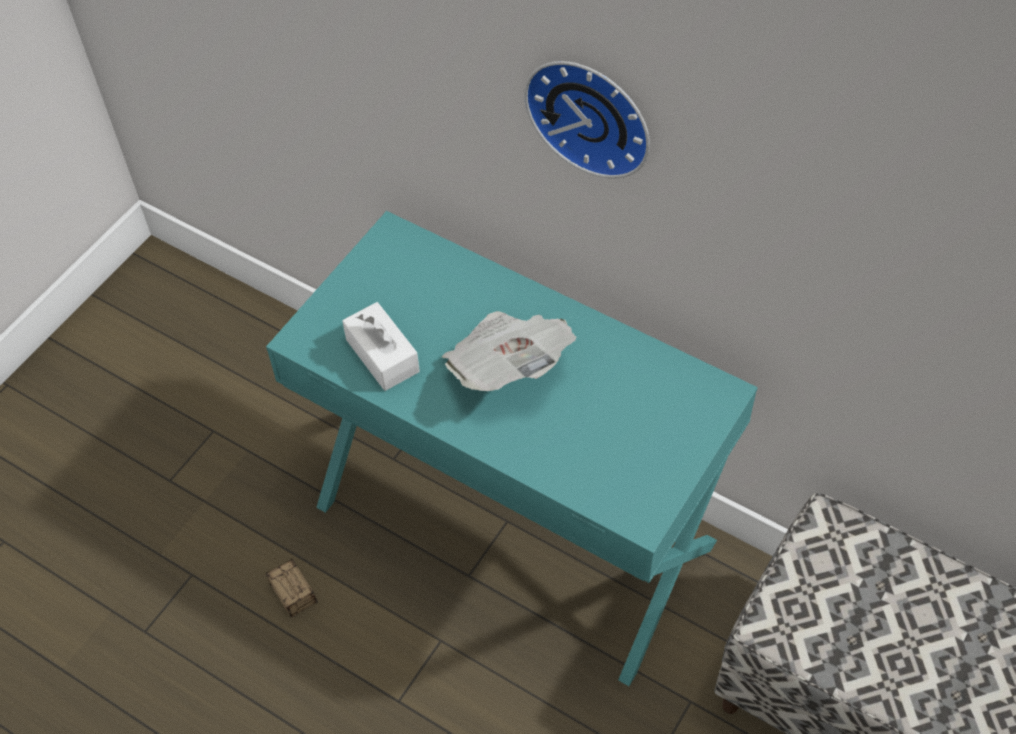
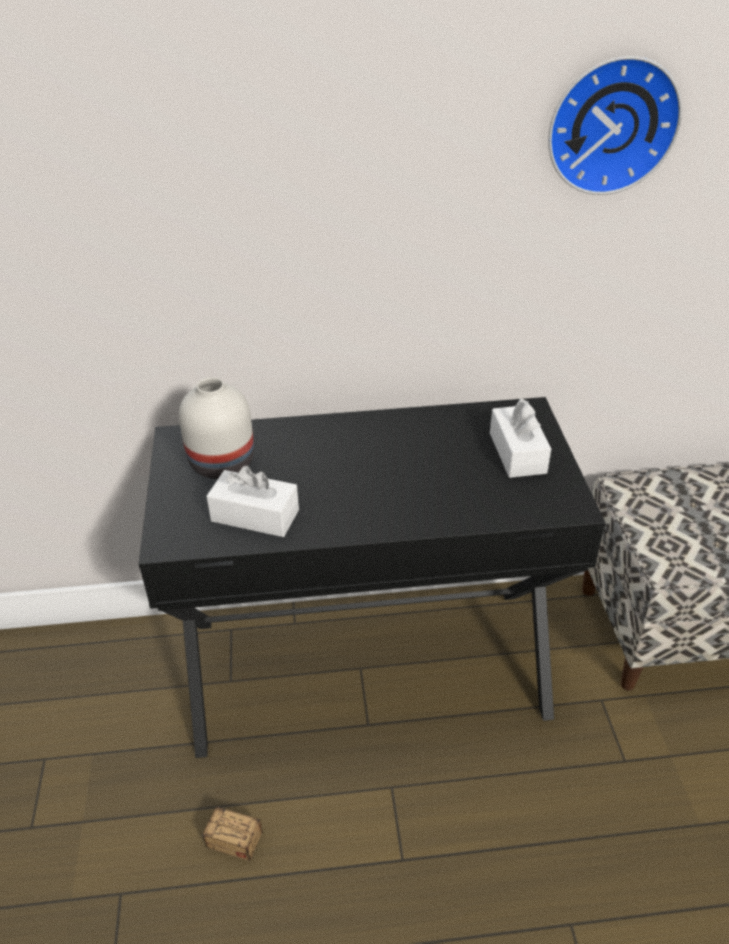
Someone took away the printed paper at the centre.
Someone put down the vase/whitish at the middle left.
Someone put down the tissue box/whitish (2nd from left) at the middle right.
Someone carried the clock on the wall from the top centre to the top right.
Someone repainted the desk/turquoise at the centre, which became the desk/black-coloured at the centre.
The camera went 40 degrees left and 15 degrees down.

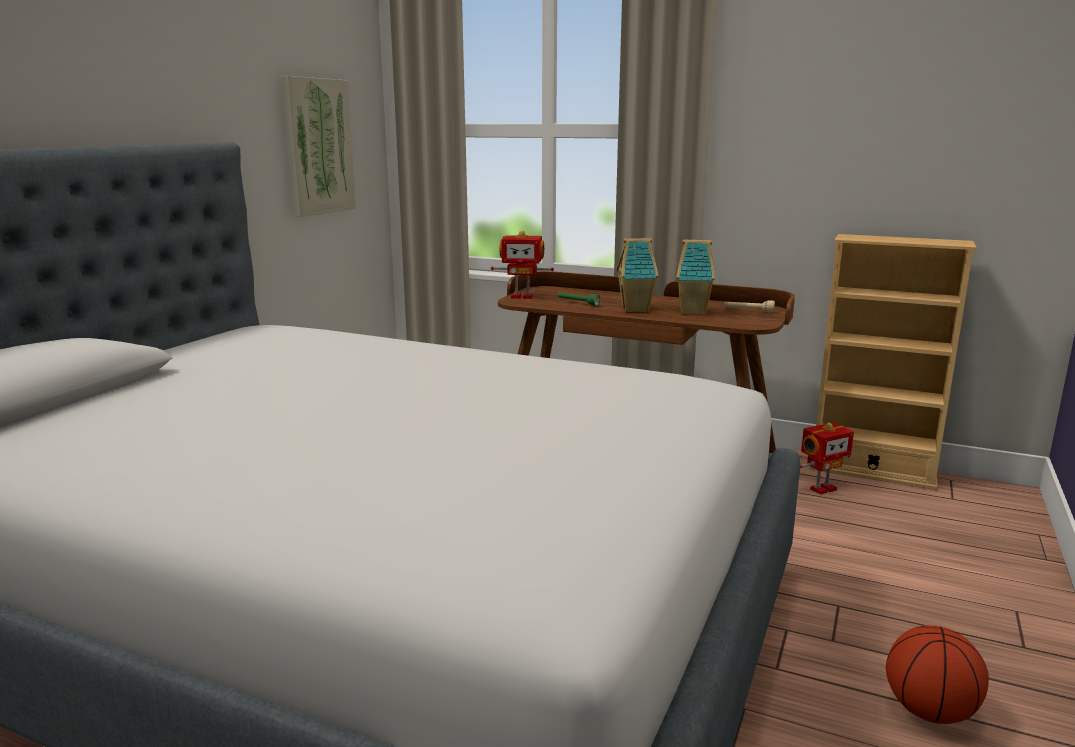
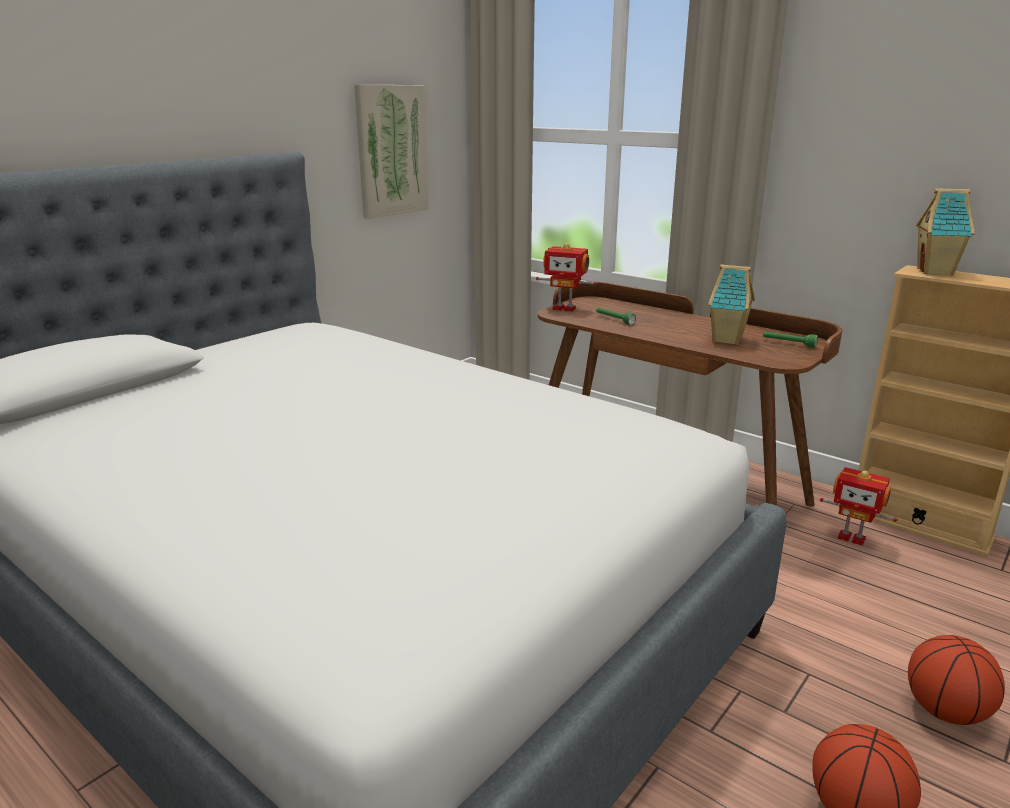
Someone put down the basketball ball (2nd from left) at the bottom right.
Someone carried the toy house (1st from left in the first image) from the centre to the top right.
Someone repainted the torch/beige at the middle right, which became the torch/green-coloured (2nd from left) at the middle right.
Someone rotated the robot figure (2nd from left) at the middle right by 45 degrees clockwise.
The camera went 15 degrees right and 5 degrees up.

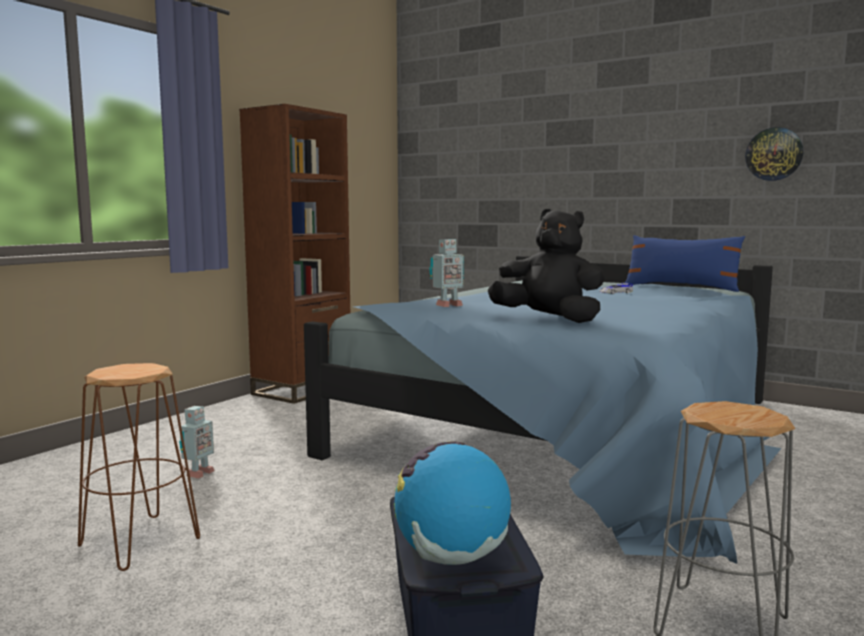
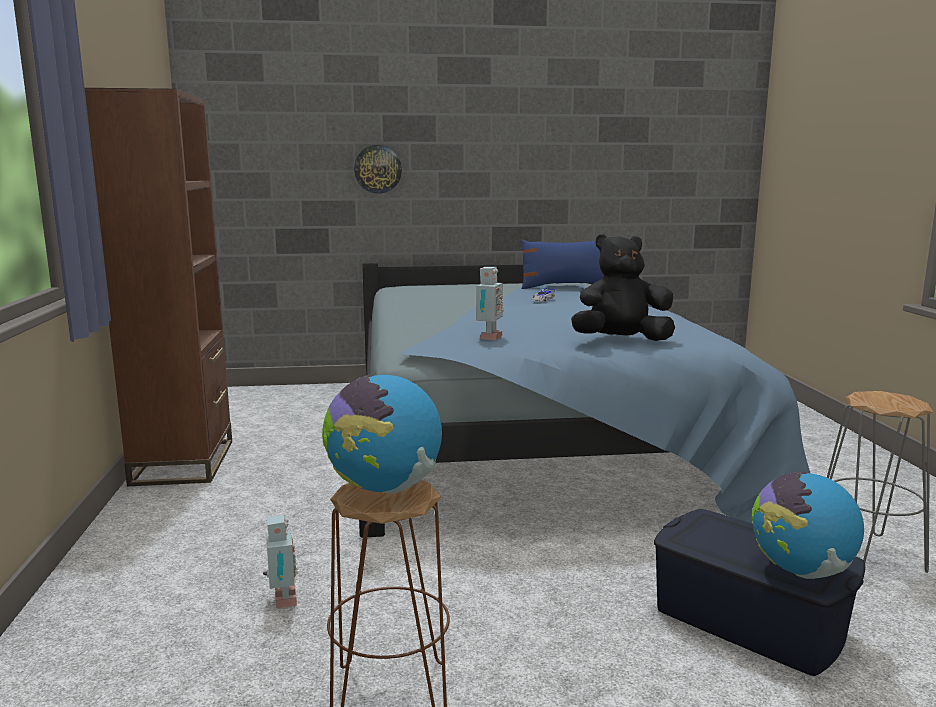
Someone put down the globe (1st from left) at the centre.
Someone carried the clock on the wall from the top right to the top centre.
The camera went 40 degrees left and 5 degrees up.

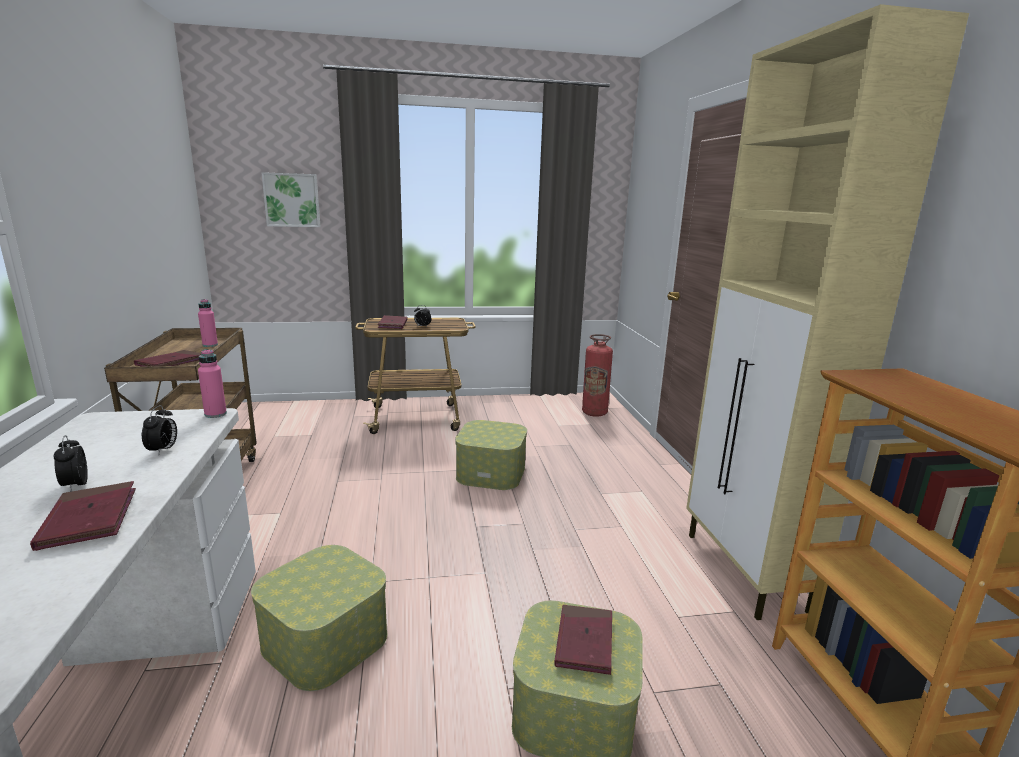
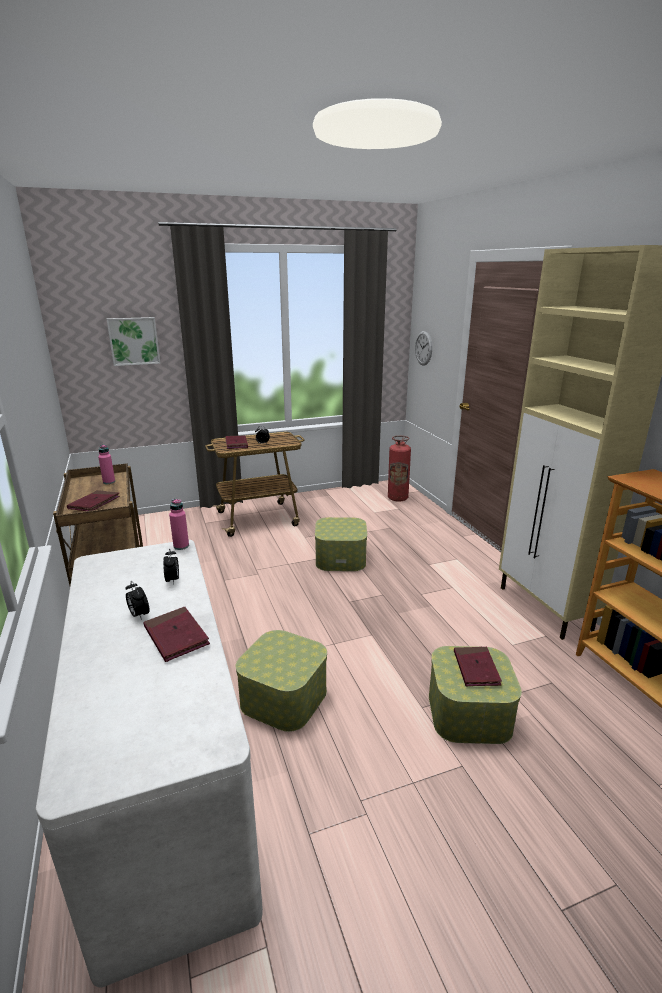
Someone put up the clock on the wall at the centre.
The camera went 10 degrees left and 5 degrees up.

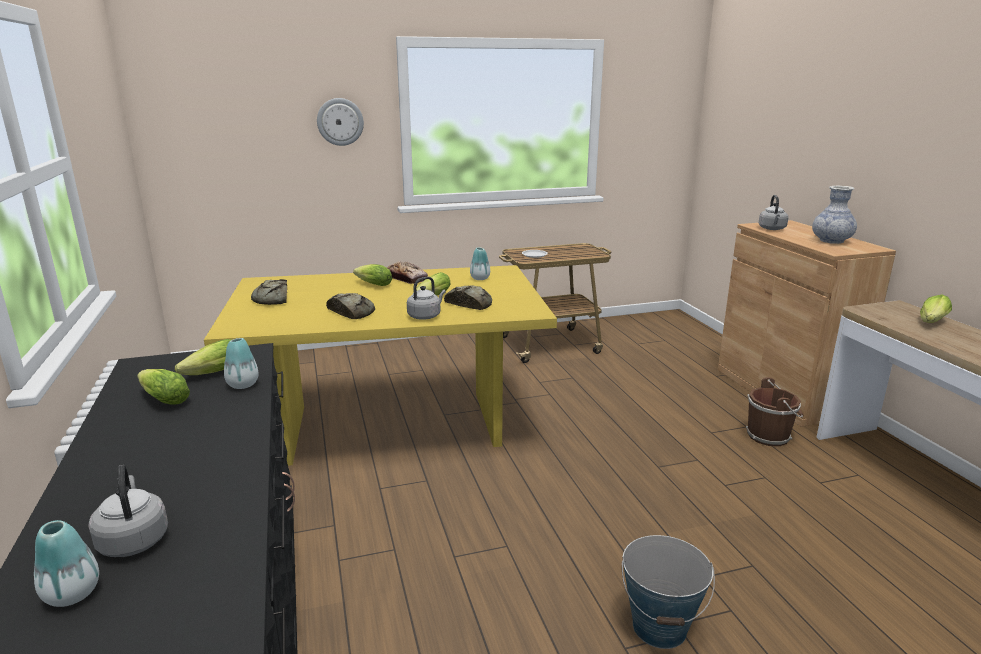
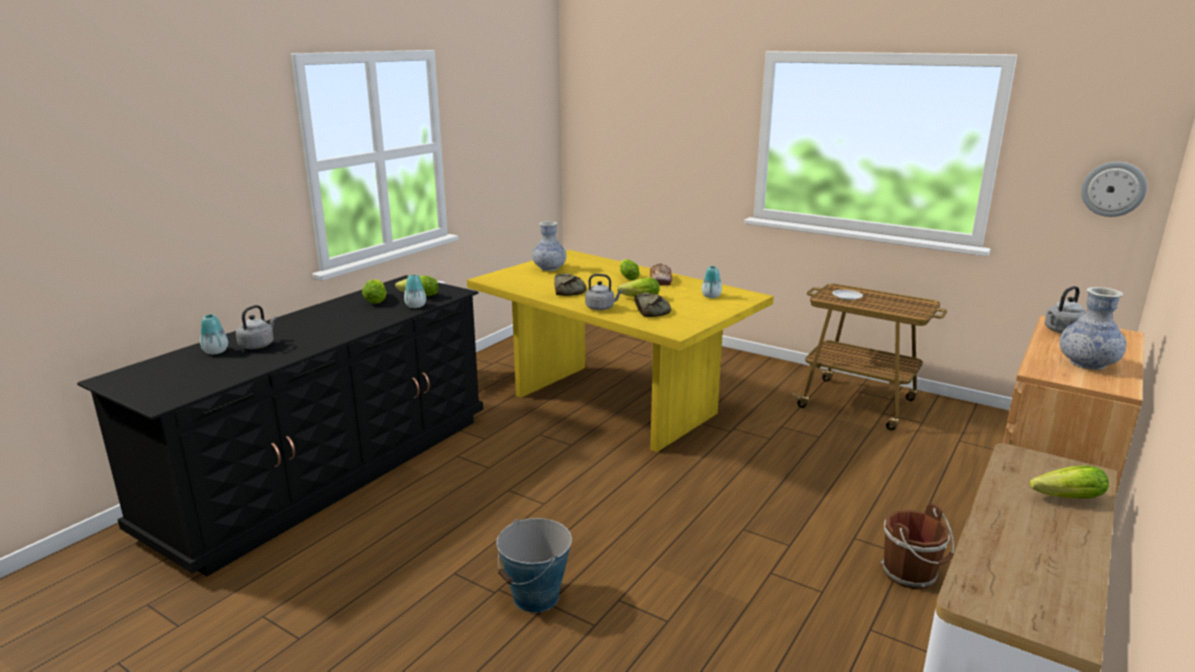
Someone carried the clock on the wall from the top centre to the top right.
Someone swapped the bakery bread (1st from left) at the middle left for the vase (3rd from left) at the centre.
The camera went 50 degrees right and 0 degrees up.

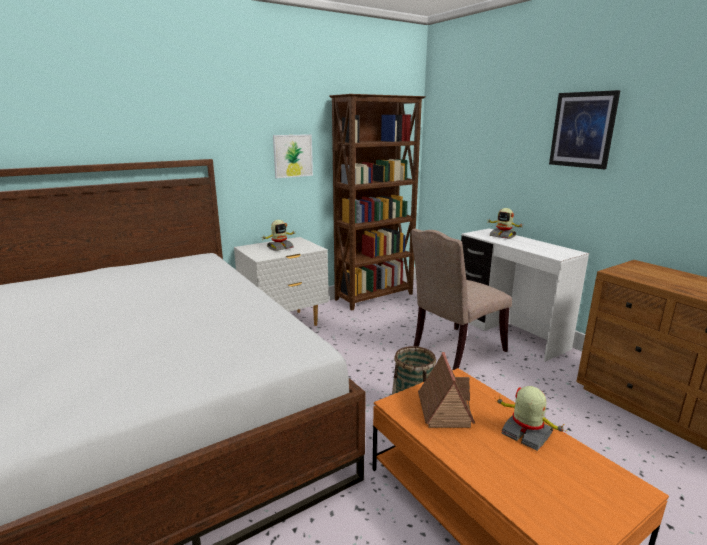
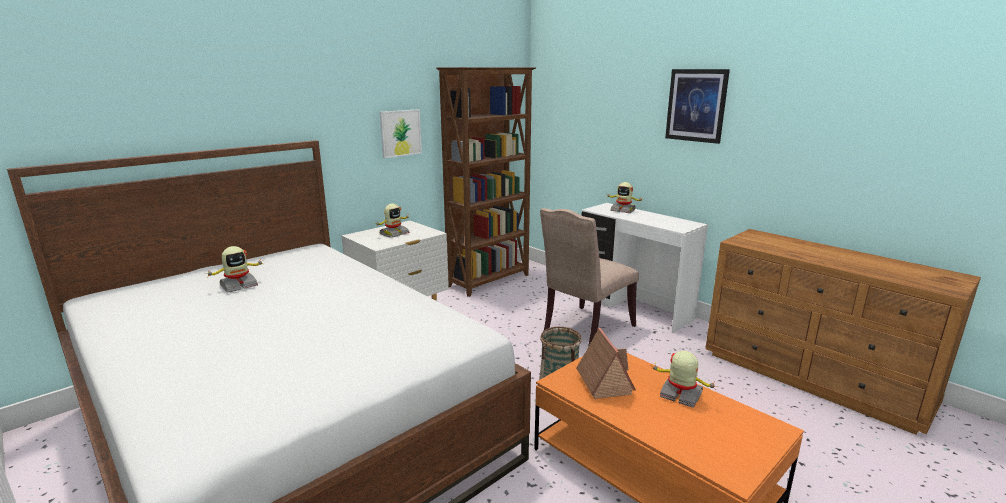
Someone put down the robot figure (1st from left) at the middle left.
The camera went 10 degrees left and 0 degrees up.

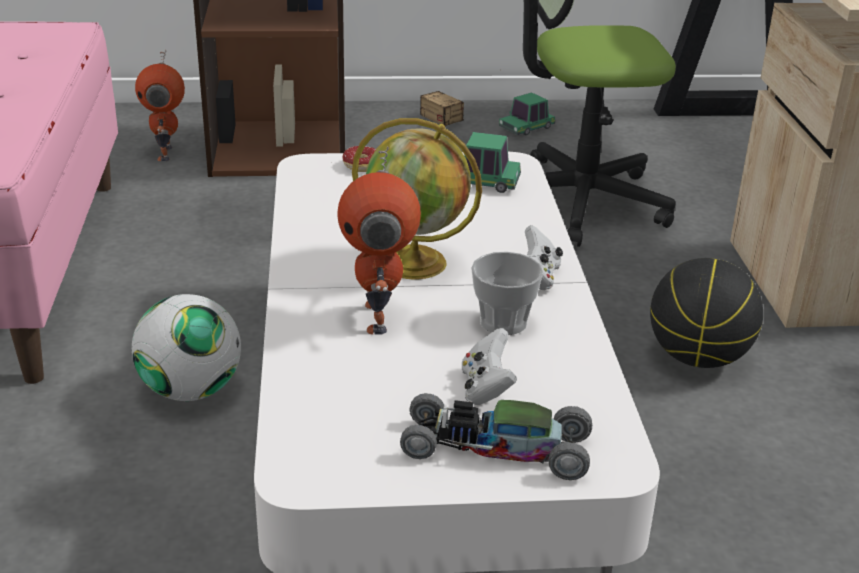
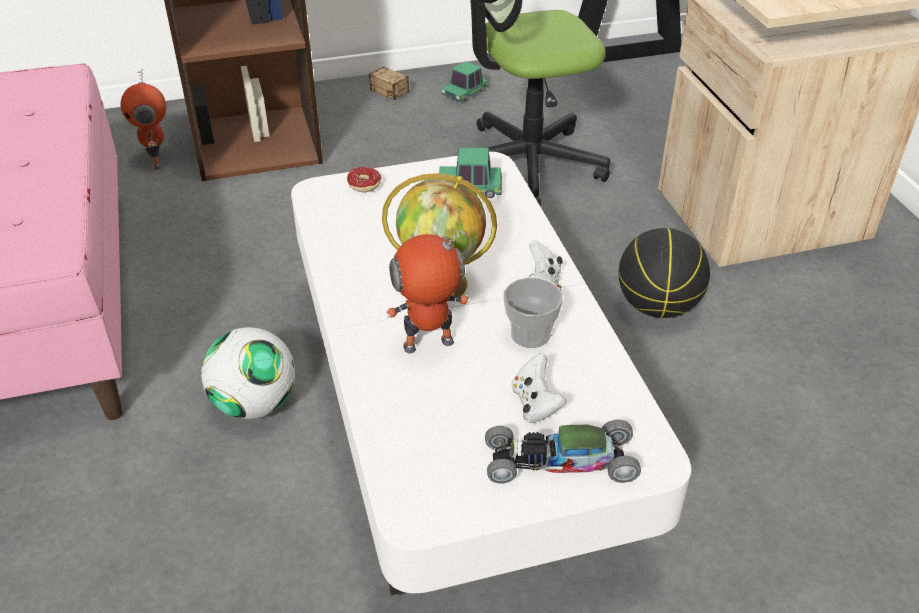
Someone rotated the robot figure (2nd from left) at the centre by 90 degrees clockwise.
The camera went 10 degrees left and 10 degrees up.

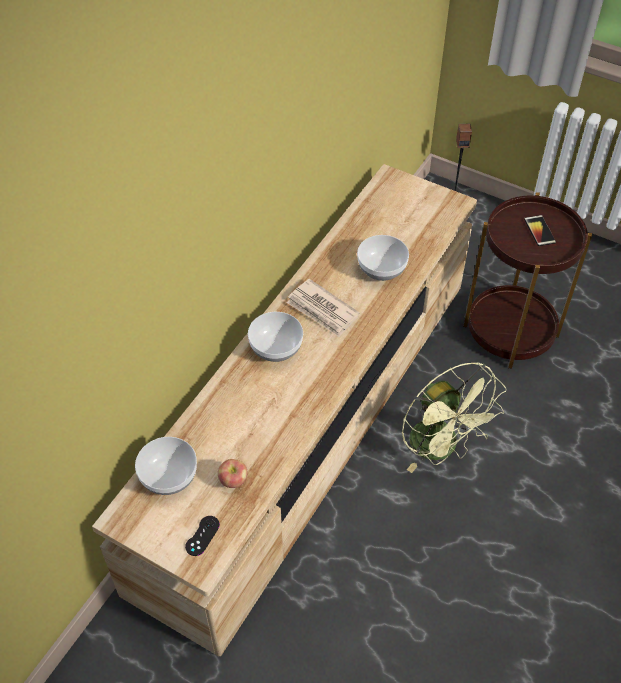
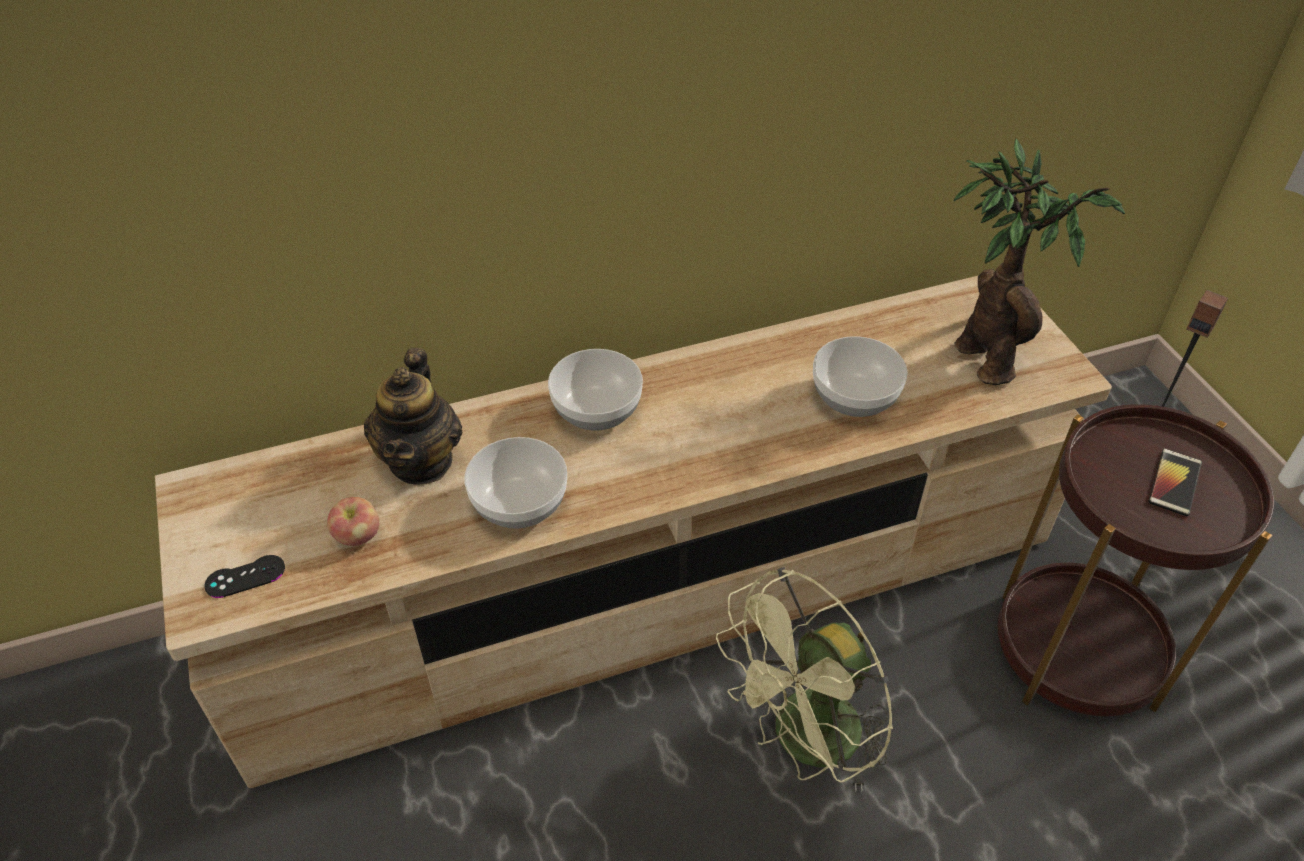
Someone took away the printed paper at the centre.
Someone put down the tea pot at the middle left.
Someone put down the houseplant at the top right.
Someone carried the bowl (1st from left) from the bottom left to the centre.
Someone rotated the cooling fan/green-coloured at the middle right by 45 degrees clockwise.
The camera went 40 degrees right and 5 degrees down.

